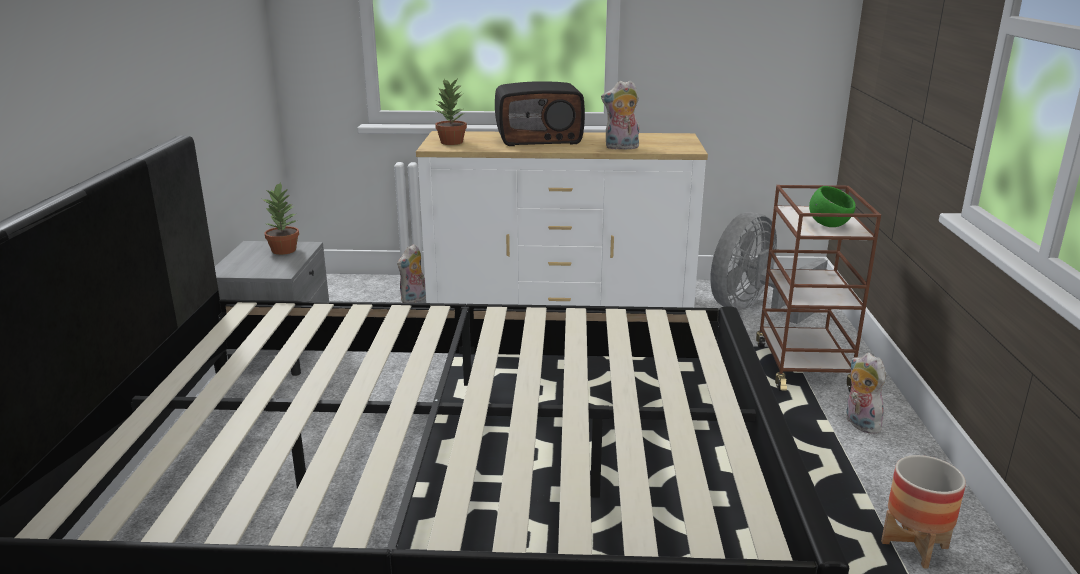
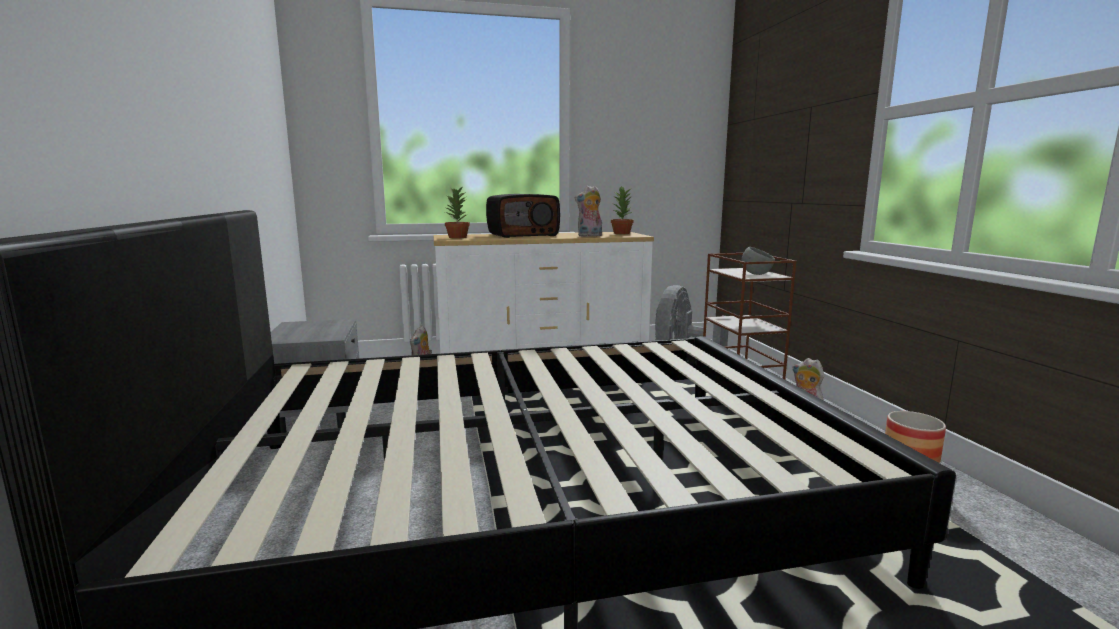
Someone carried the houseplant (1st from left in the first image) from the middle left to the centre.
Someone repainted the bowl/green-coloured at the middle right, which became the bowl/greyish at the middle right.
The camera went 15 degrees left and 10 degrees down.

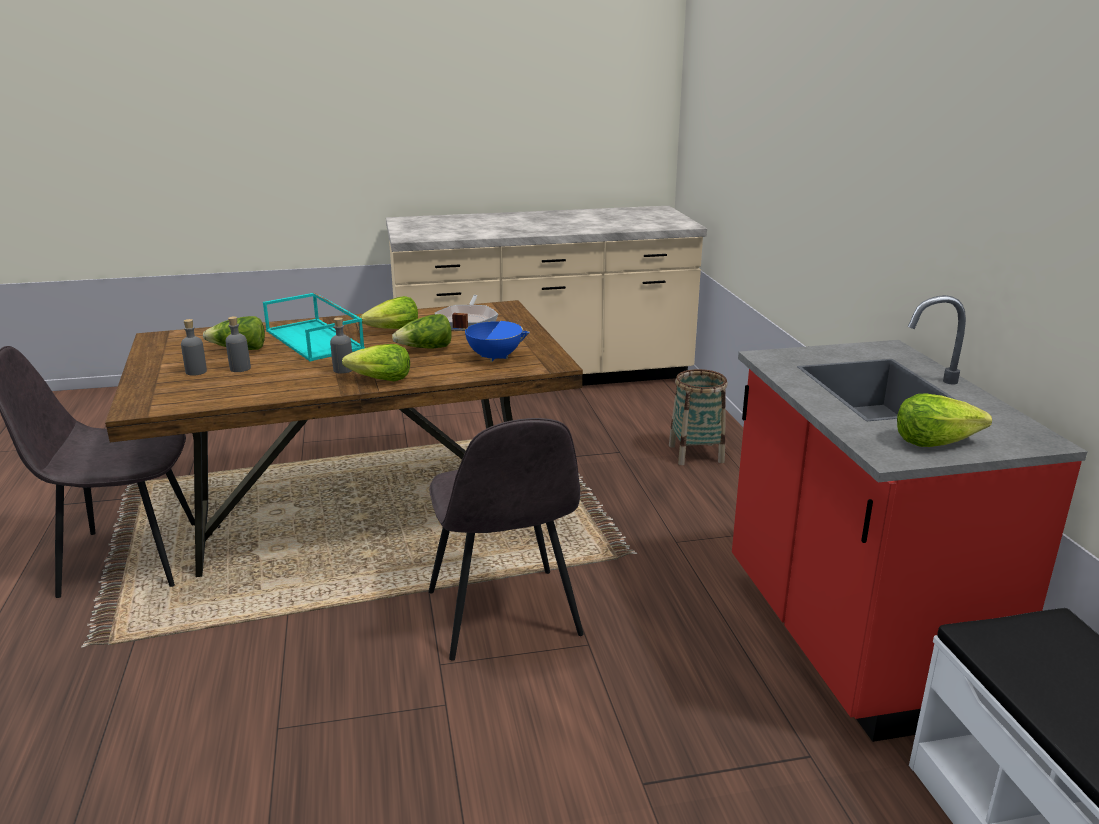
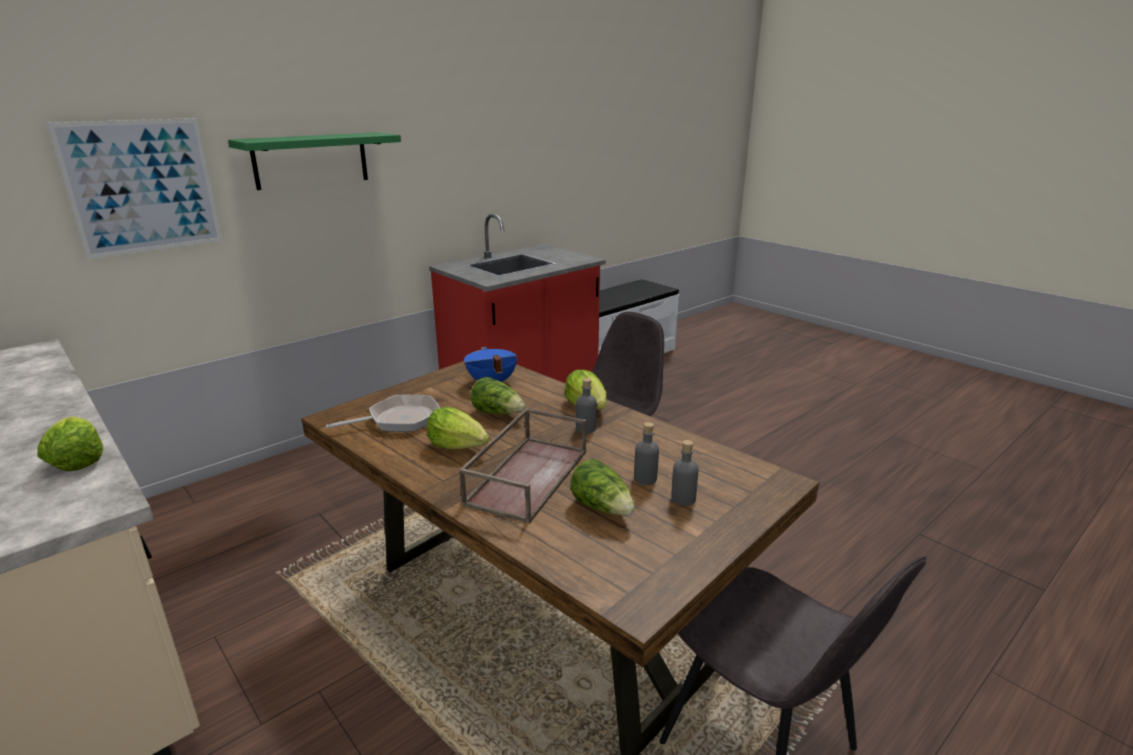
Someone took away the basket at the centre.
Someone put up the picture at the top left.
Someone put up the shelf/green-coloured at the top left.
Someone carried the lettuce head (5th from left in the first image) from the middle right to the middle left.
Someone repainted the serving tray/turquoise at the middle left, which became the serving tray/brown-coloured at the centre.
The camera went 120 degrees left and 0 degrees up.

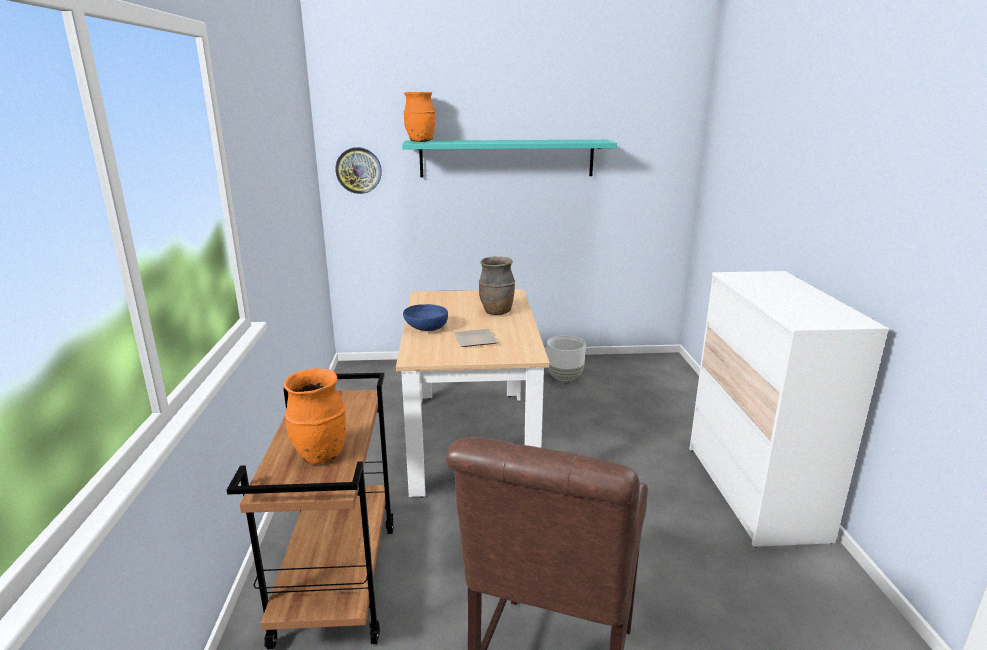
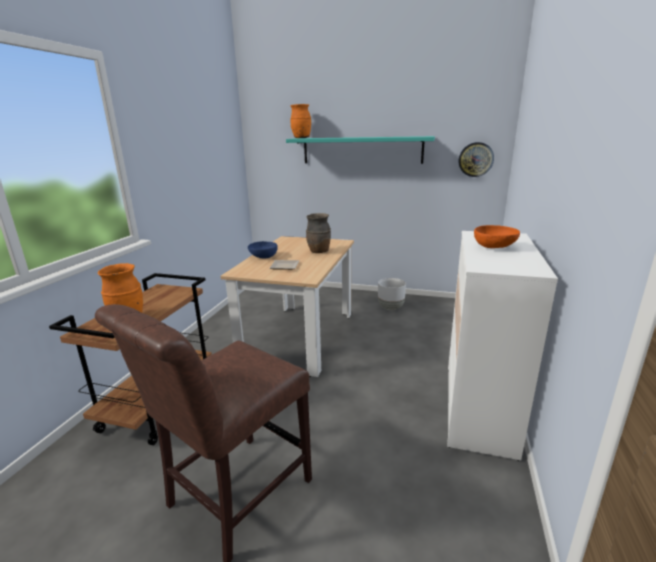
Someone put down the bowl/orange-coloured at the middle right.
Someone carried the clock on the wall from the top centre to the top right.
The camera went 20 degrees right and 0 degrees up.

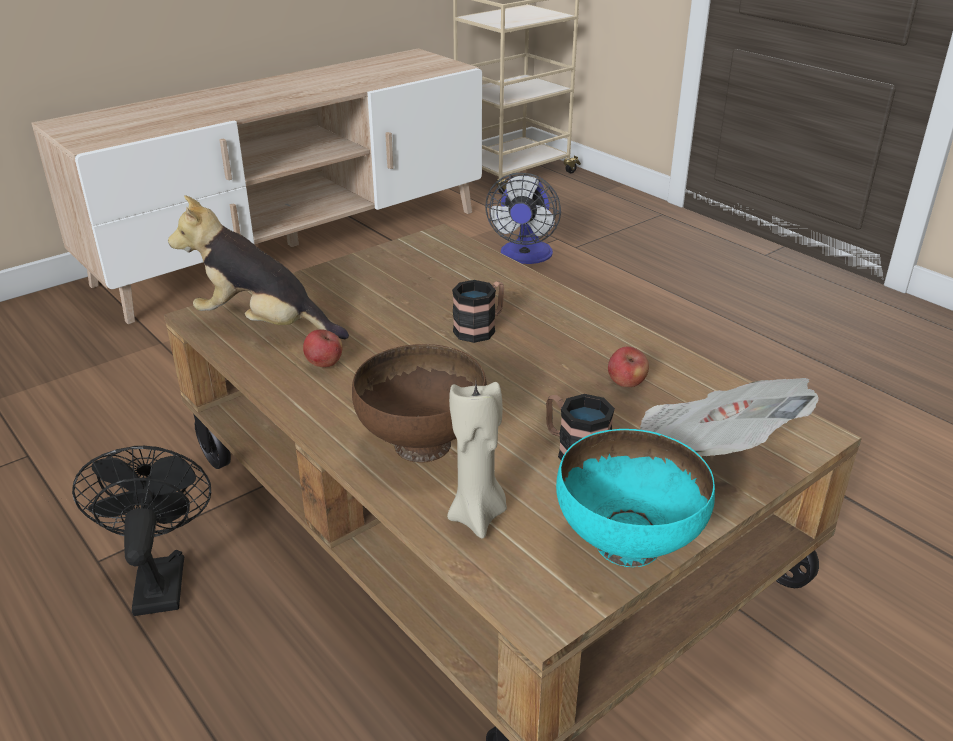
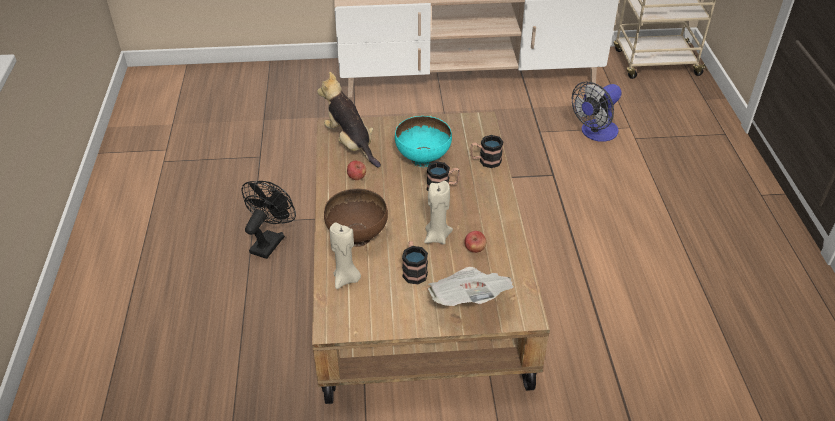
Someone put down the wax light/beige (2nd from left) at the centre.
Someone put down the mug (3rd from left) at the centre.
Someone carried the bowl/turquoise from the bottom centre to the centre.
The camera went 35 degrees right and 10 degrees up.

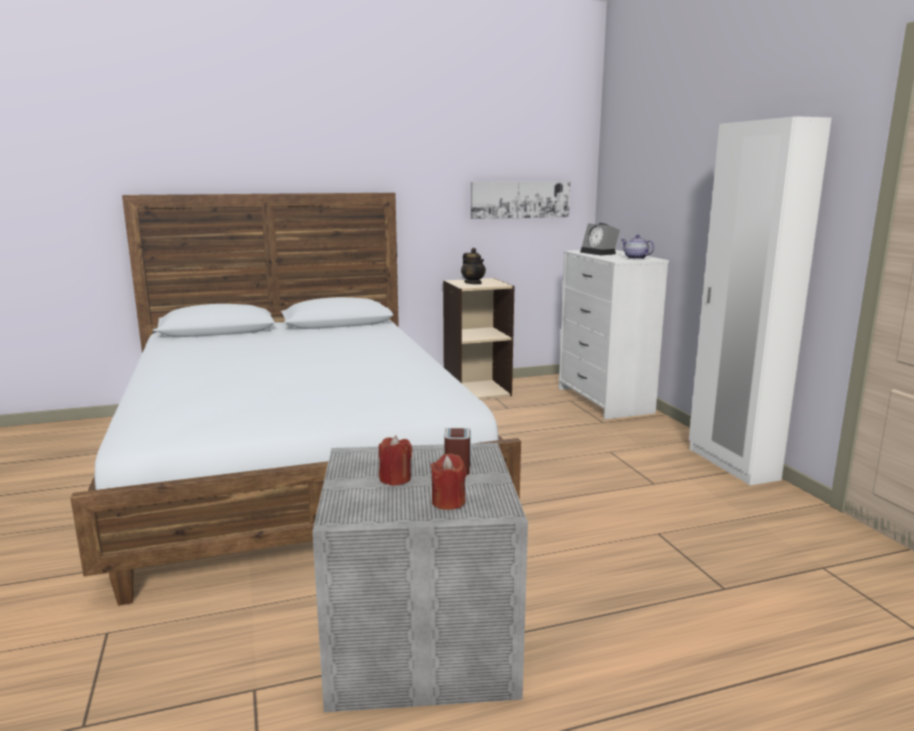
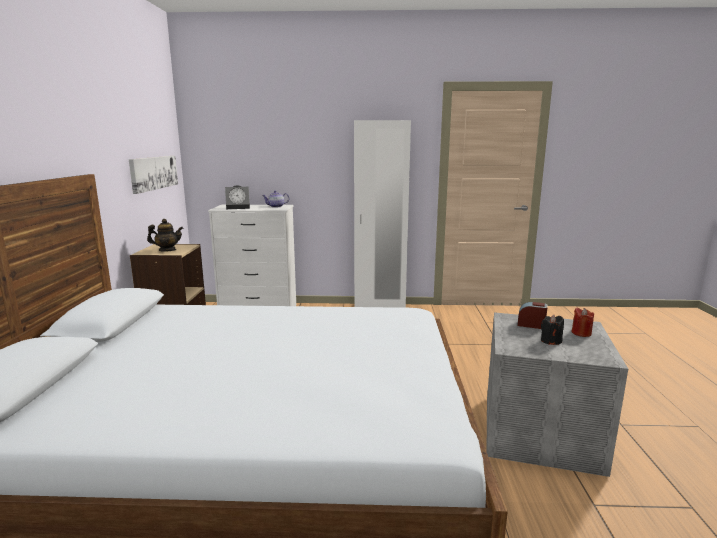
Someone repainted the wax light/red (1st from left) at the centre, which became the wax light/black-coloured at the middle right.
The camera went 70 degrees left and 0 degrees up.

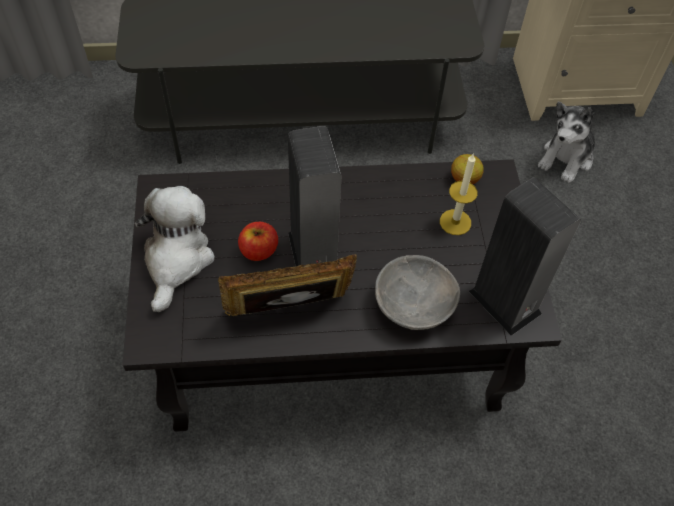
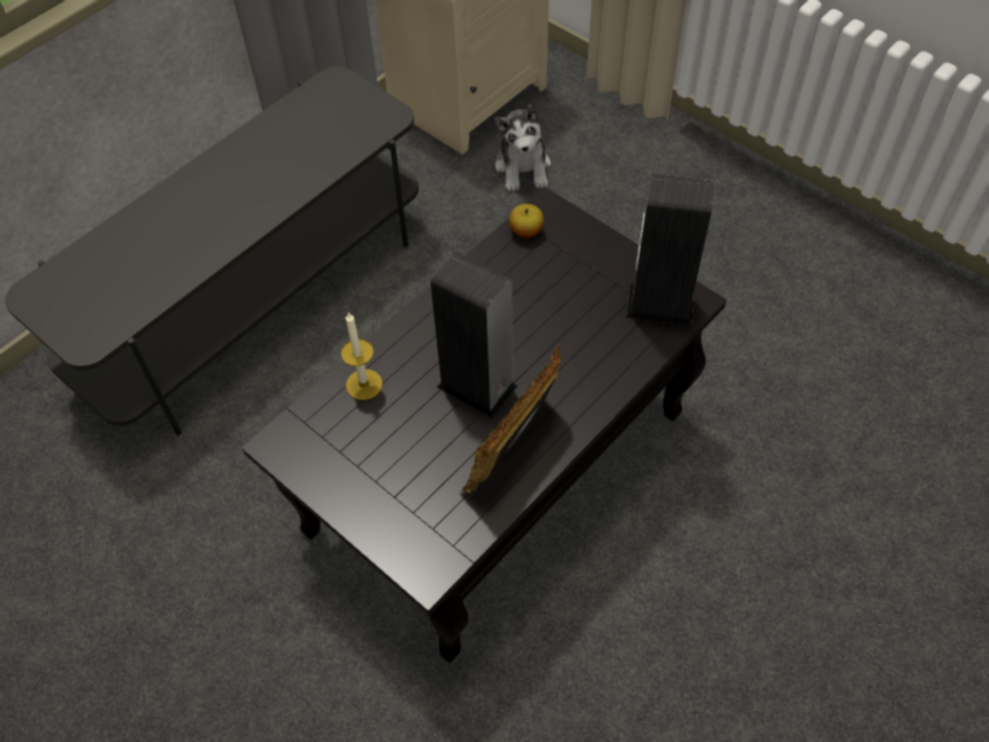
Someone took away the cuddly toy (1st from left) at the middle left.
Someone took away the apple fruit (1st from left) at the centre.
Someone took away the bowl/greyish at the centre.
Someone carried the wax light from the middle right to the centre.
The camera went 40 degrees left and 0 degrees up.

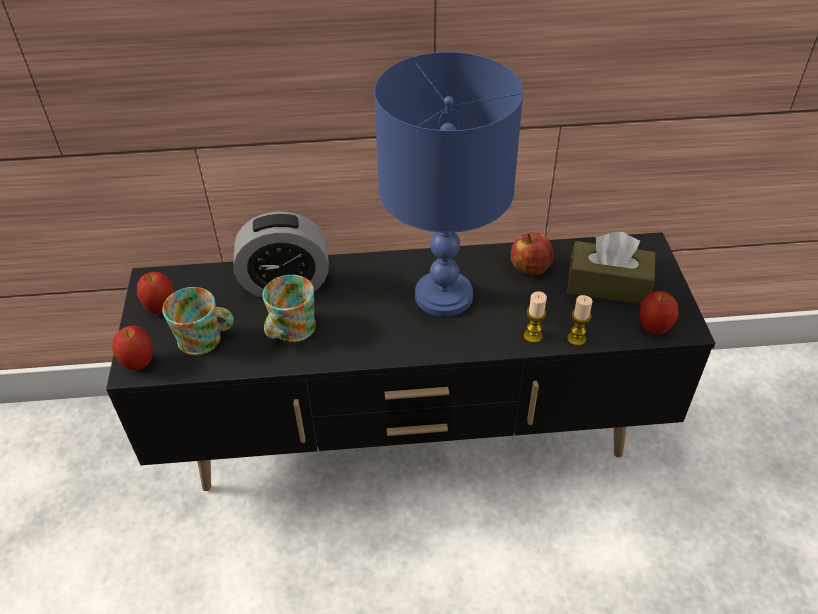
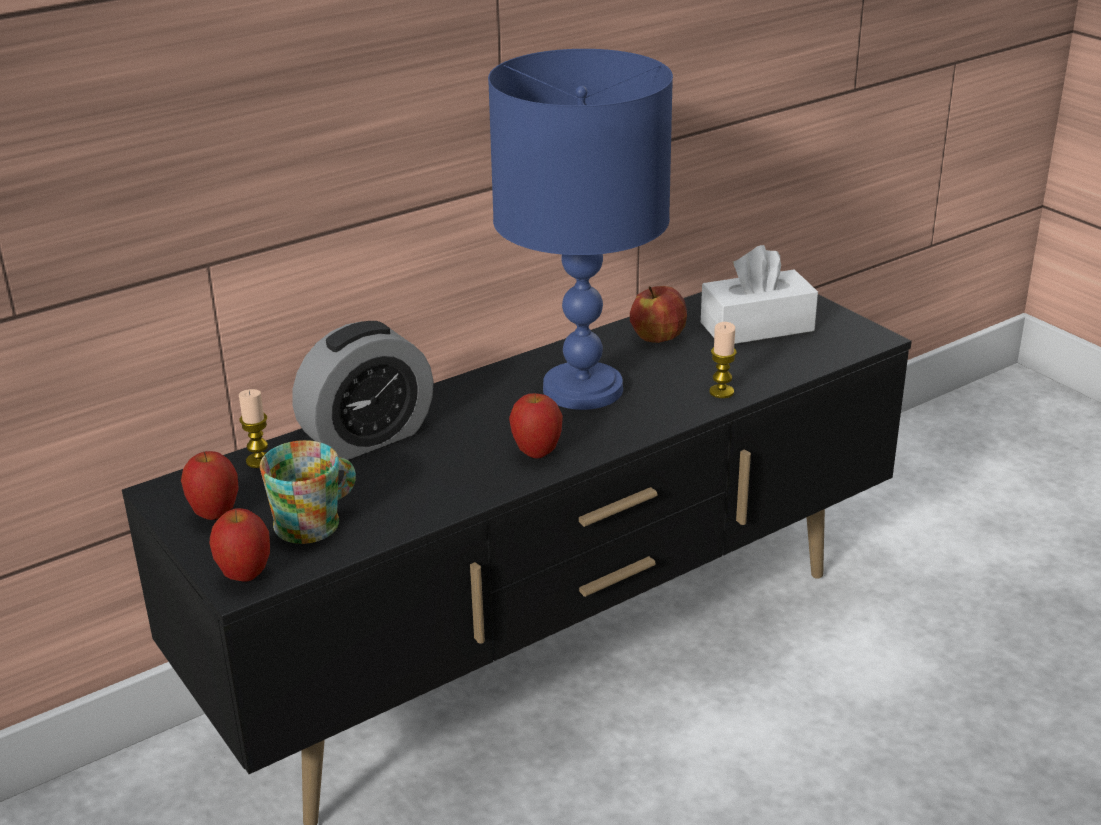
Someone took away the mug (2nd from left) at the centre.
Someone carried the wax light (2nd from left in the first image) from the middle right to the middle left.
Someone carried the apple fruit (4th from left in the first image) from the middle right to the centre.
Someone repainted the tissue box/brown-coloured at the middle right, which became the tissue box/whitish at the middle right.
The camera went 30 degrees left and 15 degrees down.

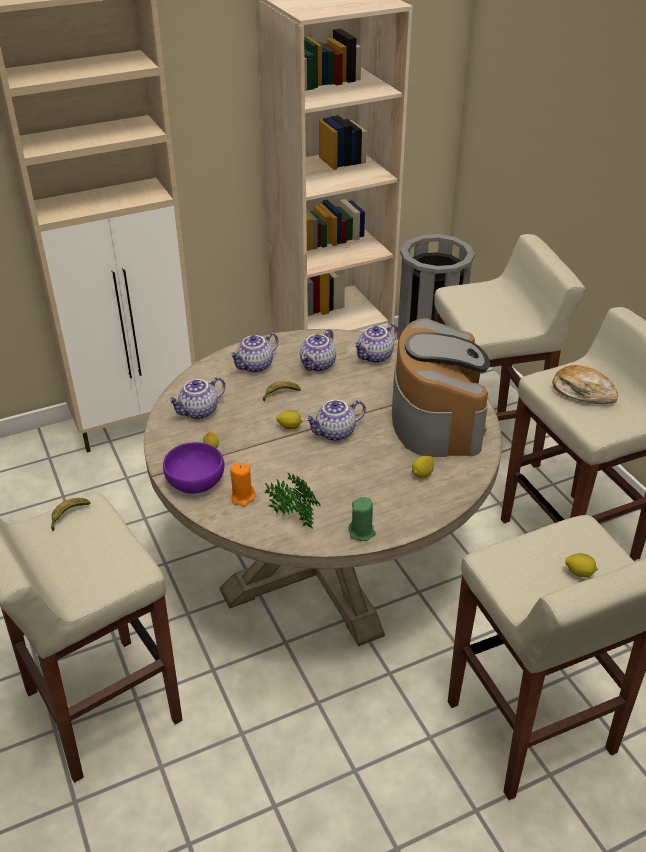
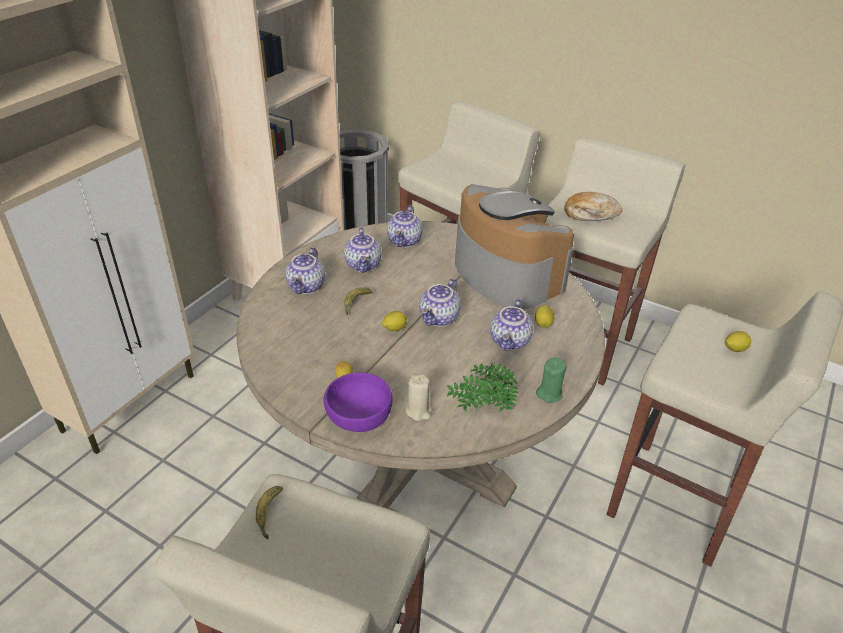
Someone carried the tea pot (1st from left in the first image) from the middle left to the centre.
Someone repainted the wax light/orange-coloured at the centre, which became the wax light/beige at the centre.
The camera went 35 degrees left and 0 degrees up.

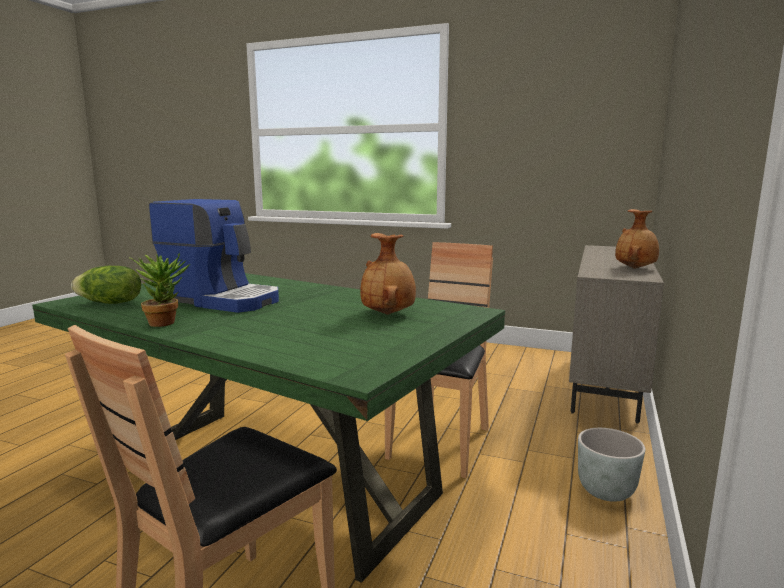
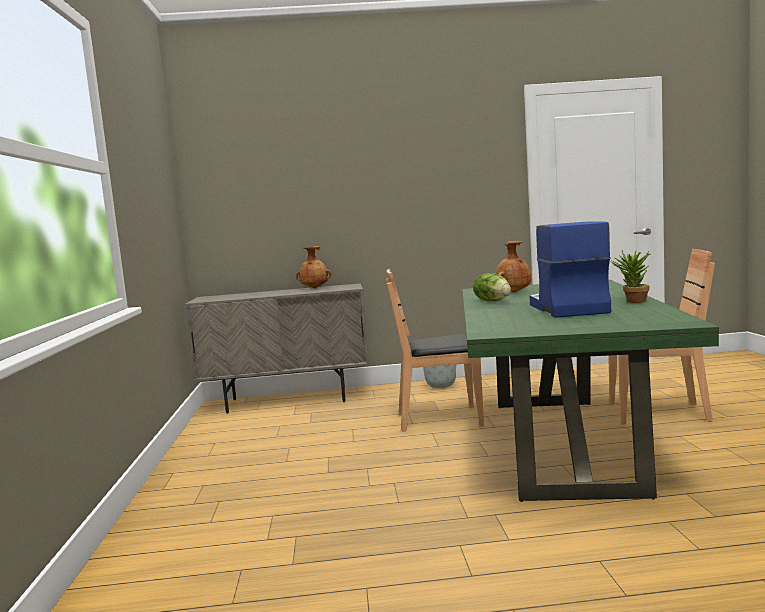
Someone carried the lettuce head from the middle left to the centre.
The camera went 115 degrees left and 5 degrees down.

